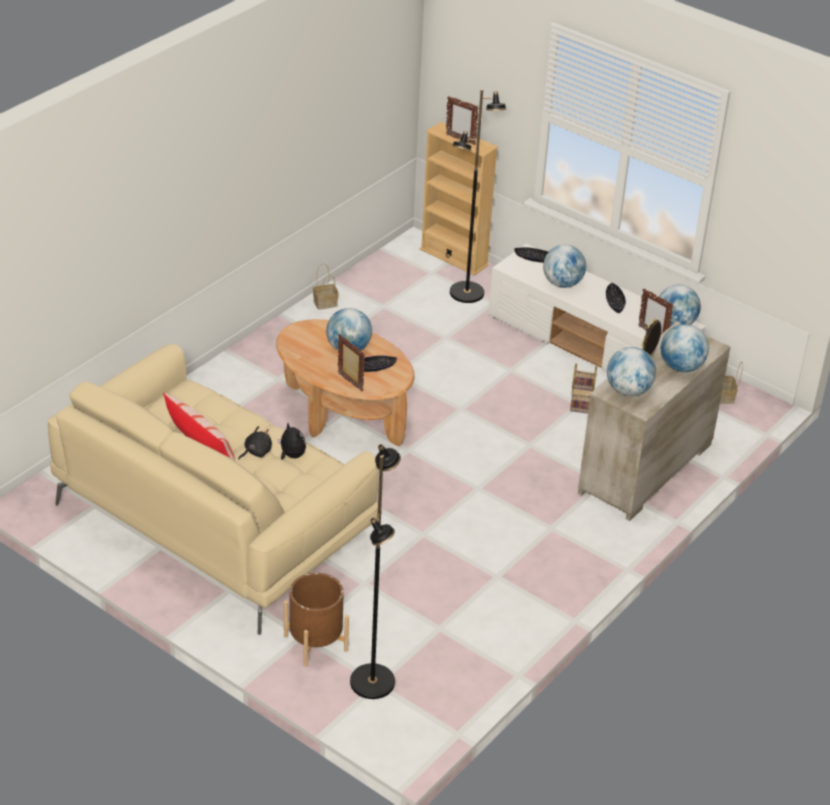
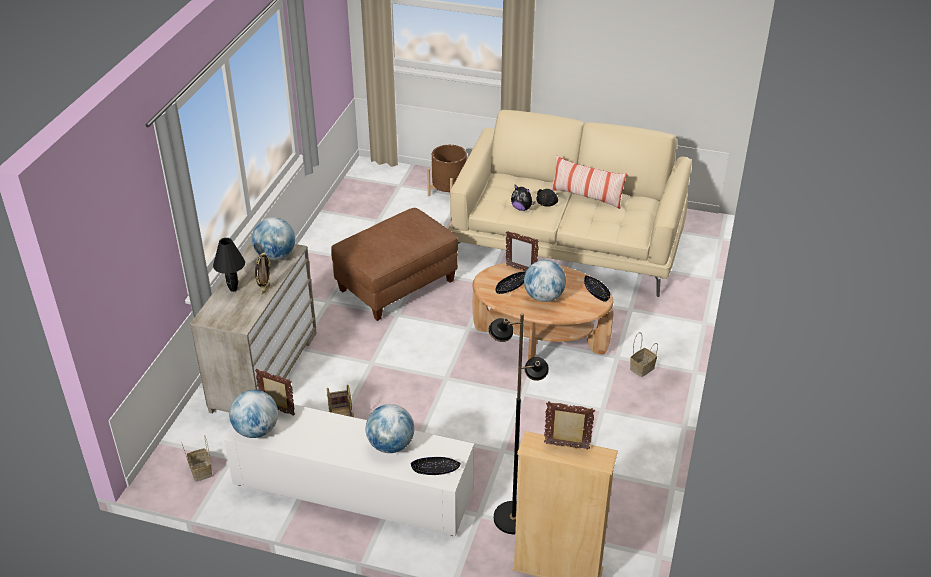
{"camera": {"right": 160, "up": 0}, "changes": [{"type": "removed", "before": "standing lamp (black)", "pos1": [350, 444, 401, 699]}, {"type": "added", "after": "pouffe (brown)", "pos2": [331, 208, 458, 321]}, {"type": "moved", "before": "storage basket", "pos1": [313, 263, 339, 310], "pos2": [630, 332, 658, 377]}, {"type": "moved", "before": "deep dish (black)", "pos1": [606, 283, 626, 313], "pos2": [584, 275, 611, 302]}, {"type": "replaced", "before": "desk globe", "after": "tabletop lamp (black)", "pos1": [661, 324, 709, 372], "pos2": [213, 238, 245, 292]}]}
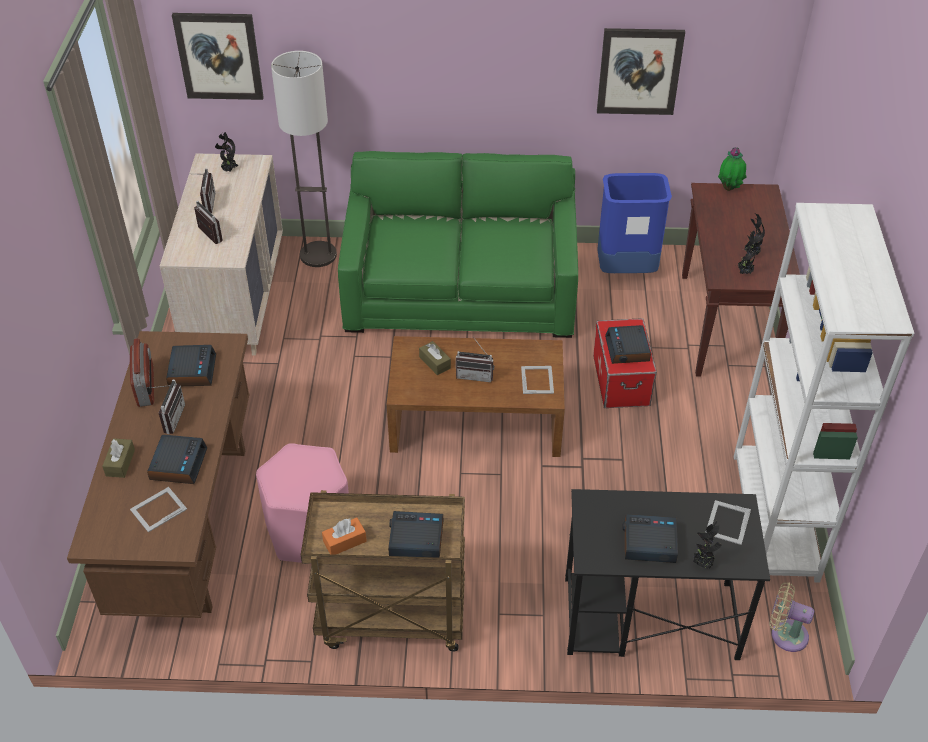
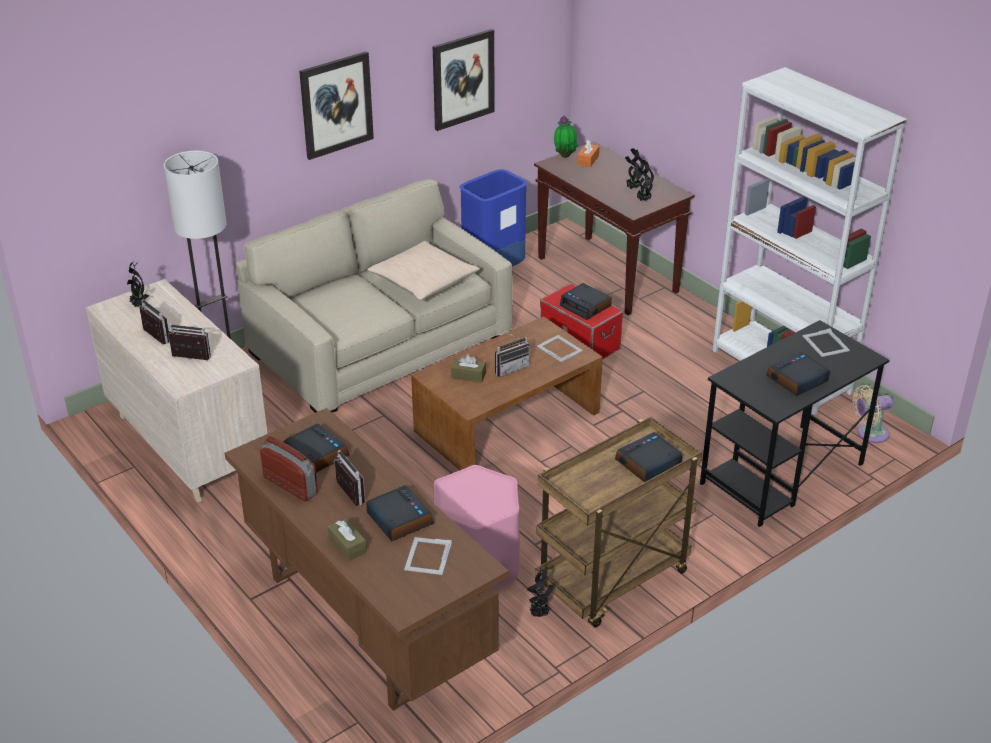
{"camera": {"right": -40, "up": -10}, "changes": [{"type": "added", "after": "pillow (beige-coloured)", "pos2": [367, 241, 480, 300]}, {"type": "moved", "before": "wall picture", "pos1": [172, 13, 264, 100], "pos2": [299, 51, 374, 160]}, {"type": "moved", "before": "tissue holder (orangey)", "pos1": [322, 517, 367, 555], "pos2": [577, 140, 600, 167]}, {"type": "moved", "before": "houseplant", "pos1": [693, 521, 722, 568], "pos2": [527, 568, 554, 617]}, {"type": "recoloured", "before": "settee (green)", "after": "settee (beige-coloured)", "pos1": [338, 151, 578, 338], "pos2": [235, 179, 513, 413]}]}
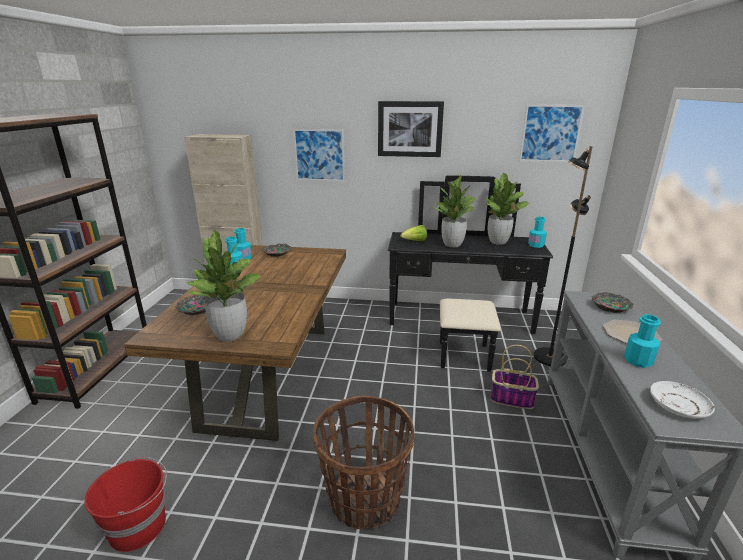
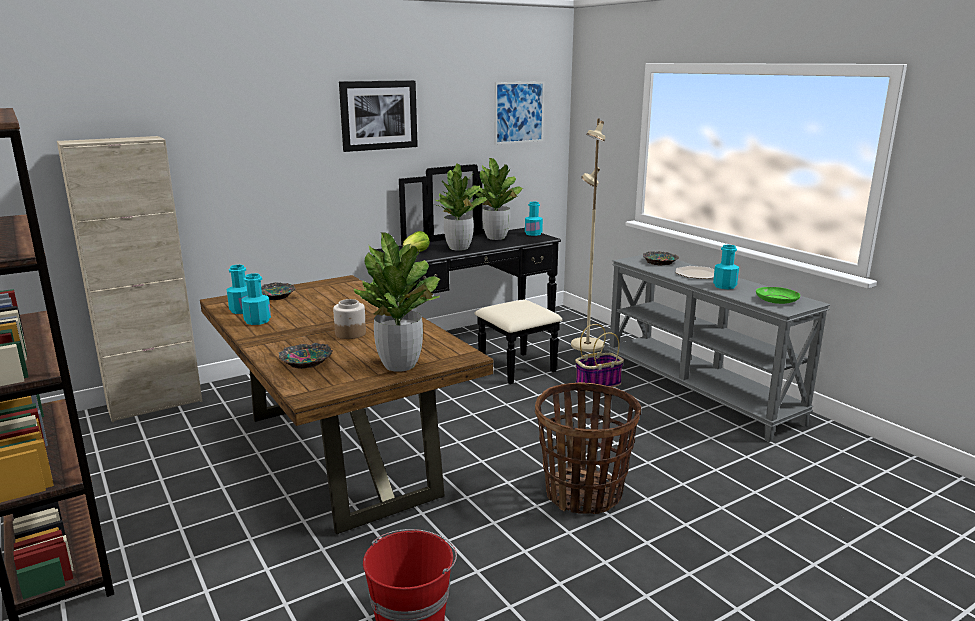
{"camera": {"right": -40, "up": -5}, "changes": [{"type": "removed", "before": "wall picture", "pos1": [293, 129, 345, 181]}, {"type": "added", "after": "storage jar", "pos2": [333, 299, 366, 339]}, {"type": "recoloured", "before": "standing lamp (black)", "after": "standing lamp (beige-coloured)", "pos1": [534, 146, 593, 366], "pos2": [571, 119, 606, 352]}, {"type": "recoloured", "before": "plate (white)", "after": "plate (green)", "pos1": [650, 381, 715, 419], "pos2": [756, 287, 800, 304]}]}
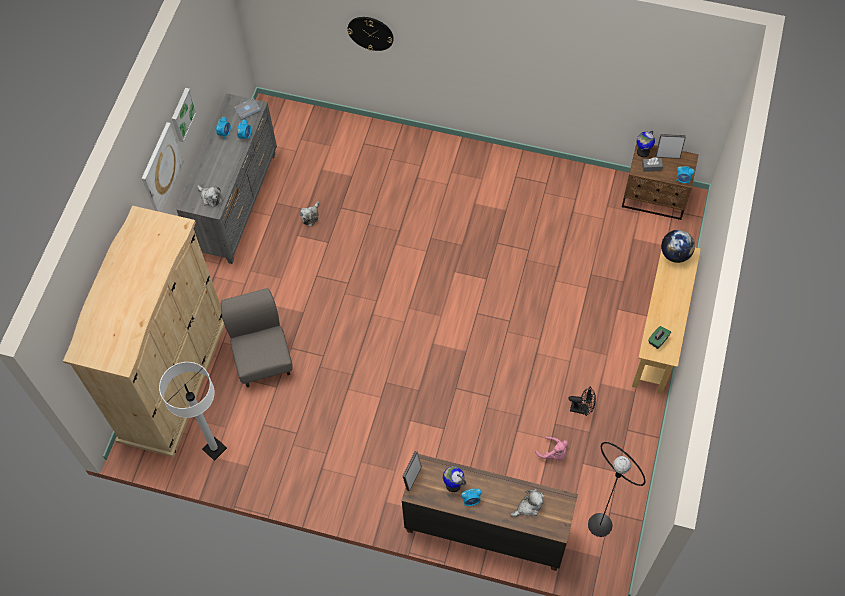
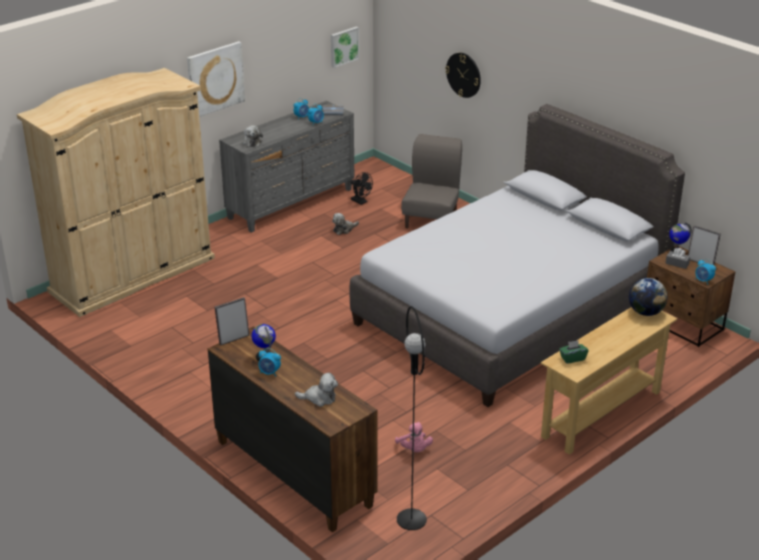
{"camera": {"right": 30, "up": -30}, "changes": [{"type": "removed", "before": "standing lamp (white)", "pos1": [159, 362, 227, 461]}, {"type": "added", "after": "bed (gray)", "pos2": [350, 104, 685, 407]}, {"type": "moved", "before": "wall picture", "pos1": [172, 88, 197, 142], "pos2": [331, 27, 359, 68]}, {"type": "moved", "before": "upright chair (gray)", "pos1": [221, 288, 293, 387], "pos2": [401, 134, 462, 228]}, {"type": "moved", "before": "cooling fan (black)", "pos1": [568, 387, 596, 416], "pos2": [351, 172, 373, 205]}]}
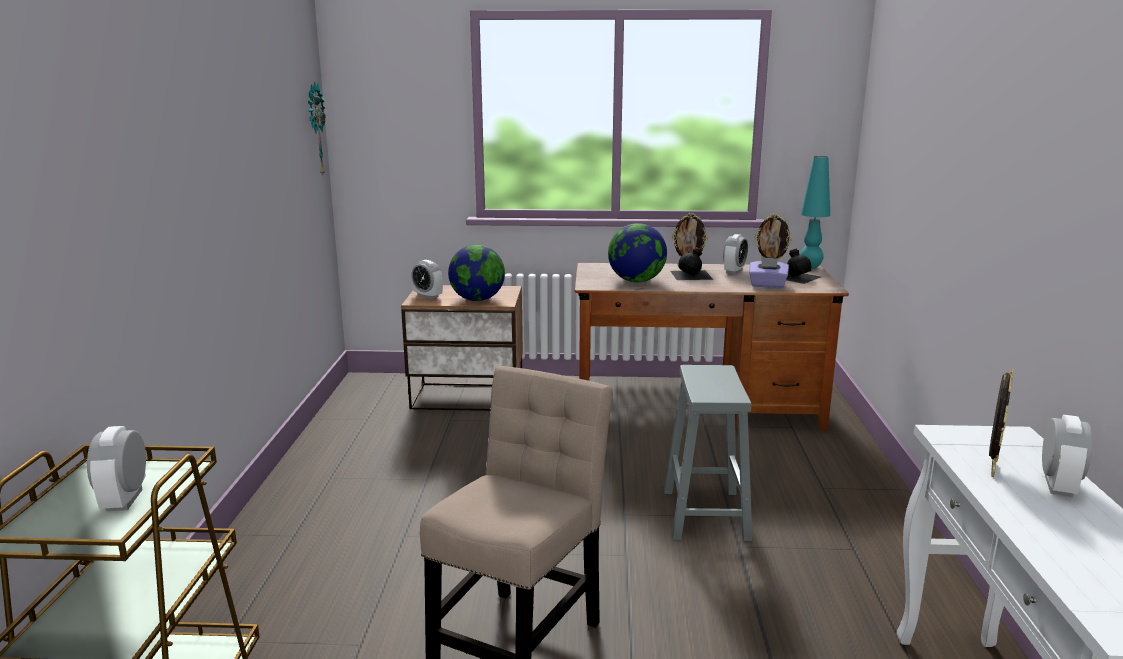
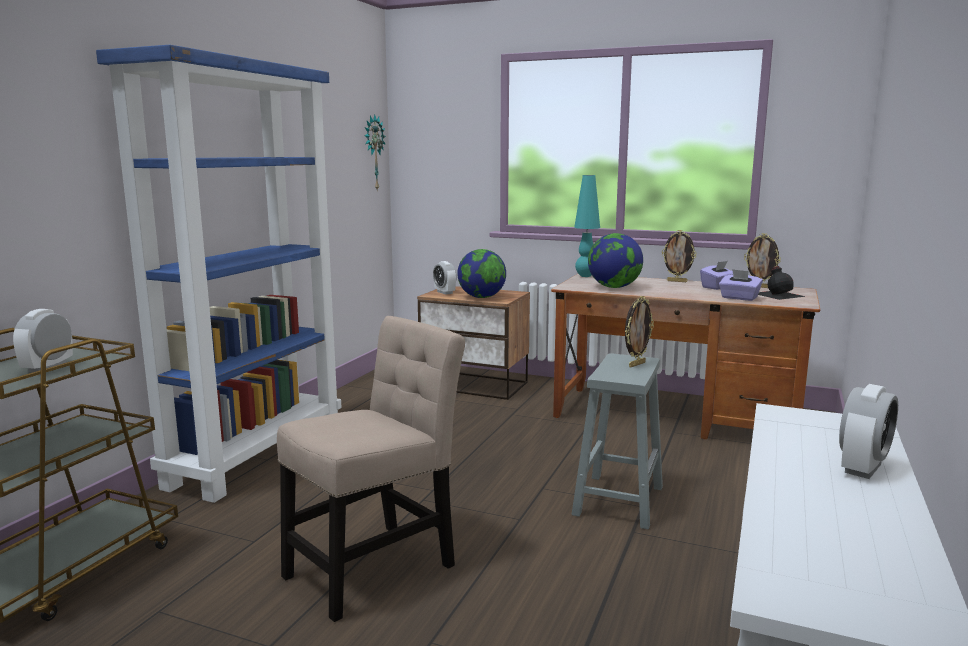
{"camera": {"right": 20, "up": -5}, "changes": [{"type": "removed", "before": "drink bottle (black)", "pos1": [670, 247, 713, 280]}, {"type": "added", "after": "bookcase (blue)", "pos2": [96, 45, 341, 503]}, {"type": "moved", "before": "tabletop lamp (blue-green)", "pos1": [800, 156, 830, 269], "pos2": [574, 175, 600, 277]}, {"type": "moved", "before": "standing frame", "pos1": [989, 370, 1013, 477], "pos2": [625, 296, 654, 368]}, {"type": "replaced", "before": "alarm clock", "after": "tissue holder (purple)", "pos1": [723, 234, 748, 275], "pos2": [700, 261, 733, 290]}]}
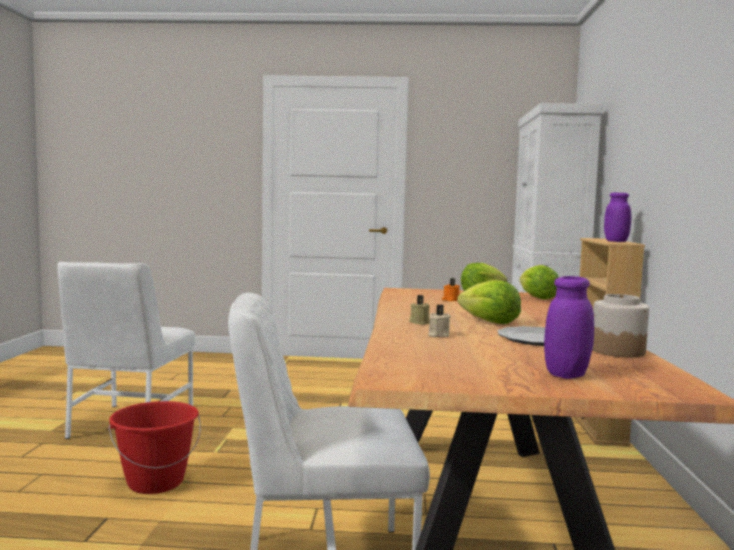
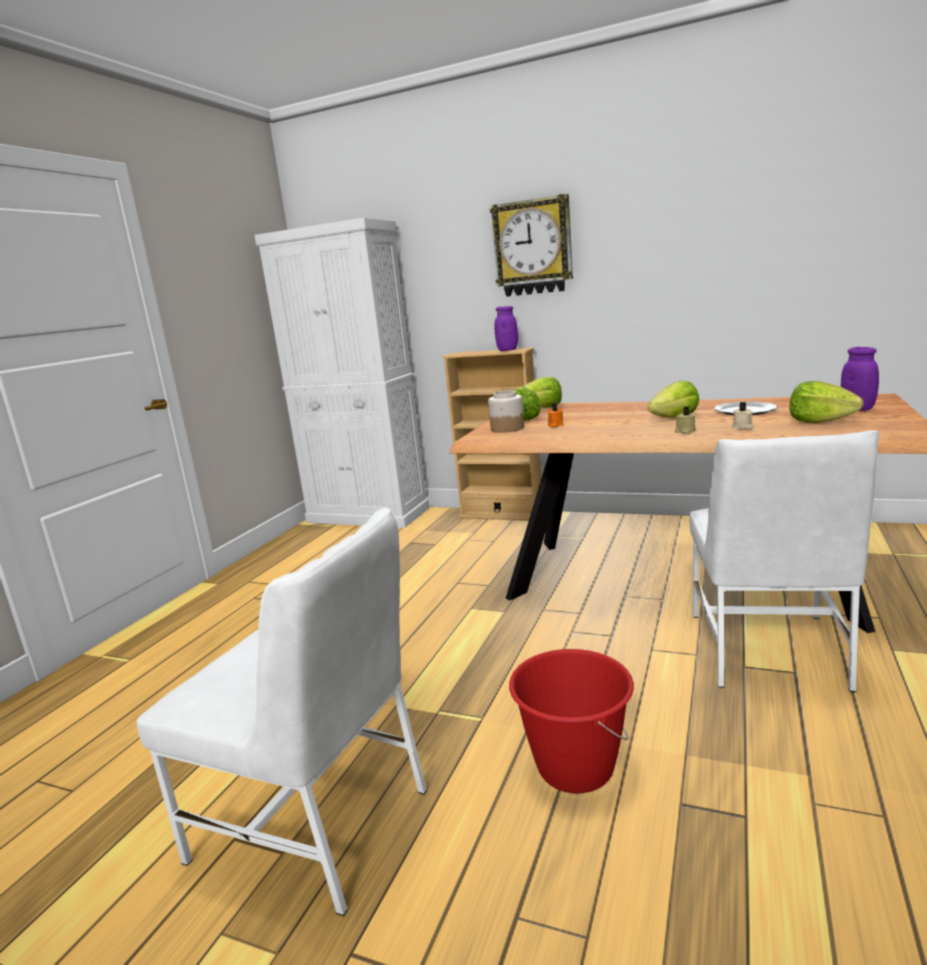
{"camera": {"right": -70, "up": 10}, "changes": [{"type": "added", "after": "hanging clock", "pos2": [490, 194, 573, 297]}, {"type": "added", "after": "head of lettuce", "pos2": [789, 381, 863, 423]}, {"type": "moved", "before": "storage jar", "pos1": [593, 294, 649, 357], "pos2": [488, 391, 524, 433]}]}
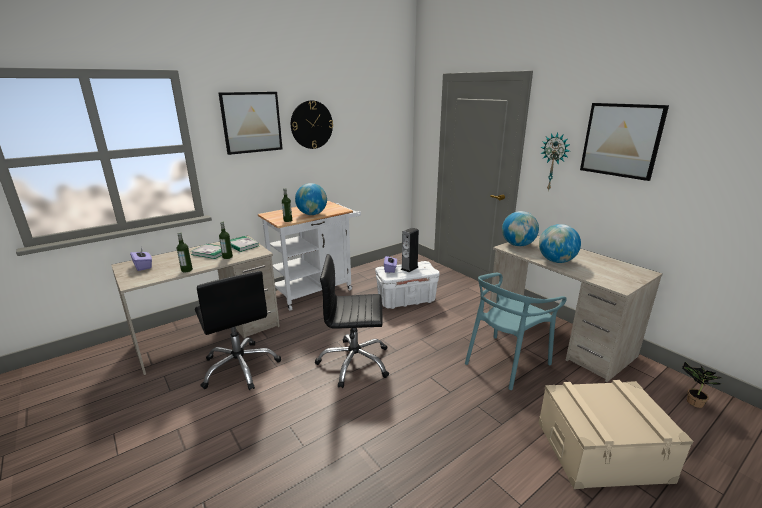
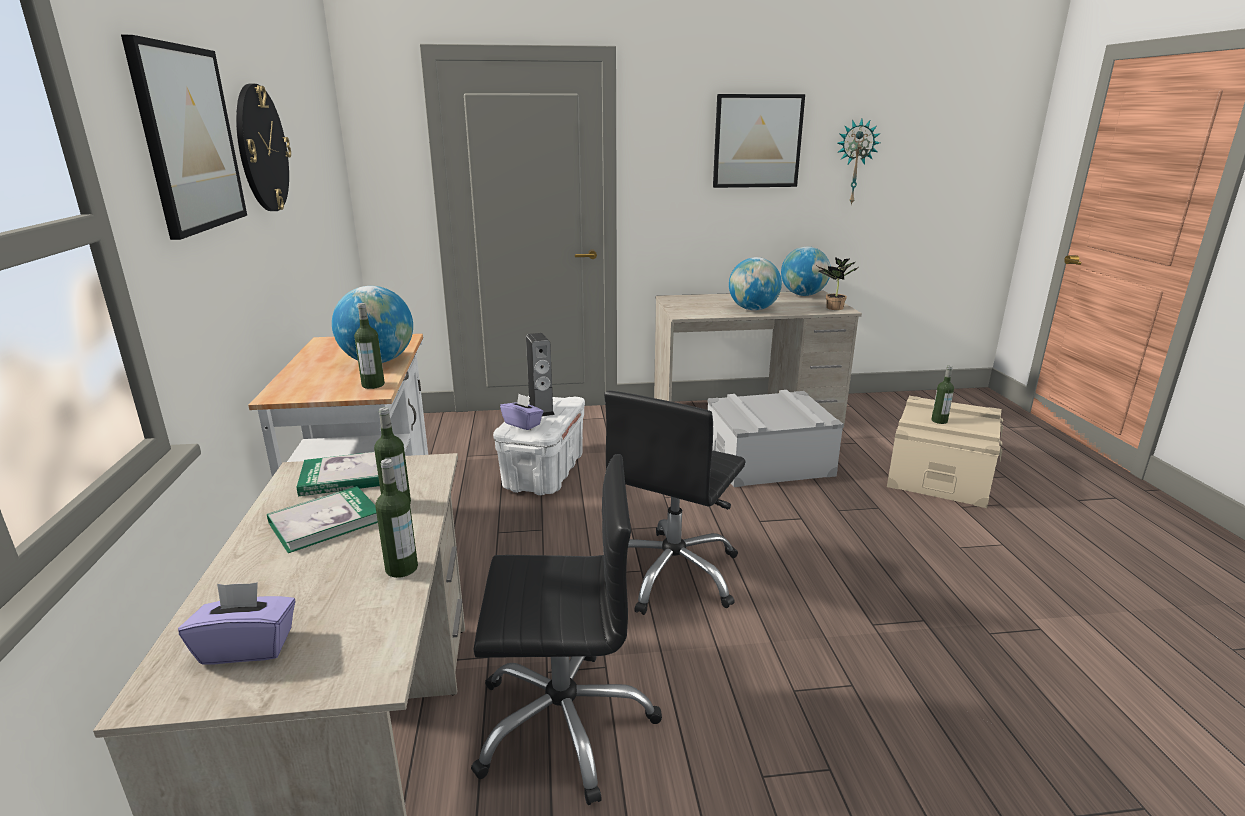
{"camera": {"right": -60, "up": 0}, "changes": [{"type": "added", "after": "drink bottle", "pos2": [931, 366, 954, 424]}, {"type": "moved", "before": "desk globe", "pos1": [502, 211, 539, 246], "pos2": [781, 246, 830, 296]}, {"type": "moved", "before": "hanging clock", "pos1": [540, 132, 570, 191], "pos2": [837, 119, 881, 205]}, {"type": "moved", "before": "houseplant", "pos1": [682, 362, 722, 408], "pos2": [817, 257, 858, 310]}, {"type": "replaced", "before": "upright chair (blue-green)", "after": "storage container (gray)", "pos1": [465, 273, 567, 390], "pos2": [708, 390, 844, 487]}]}
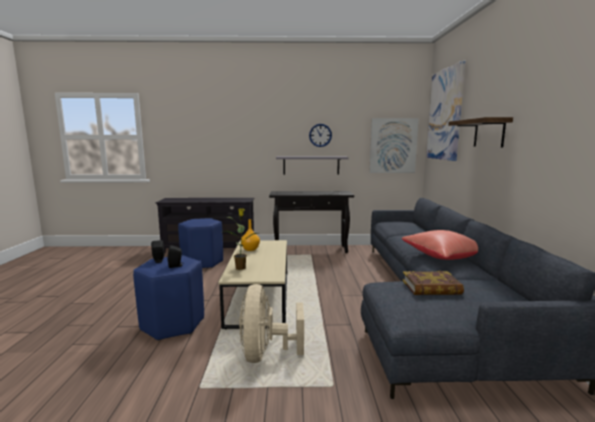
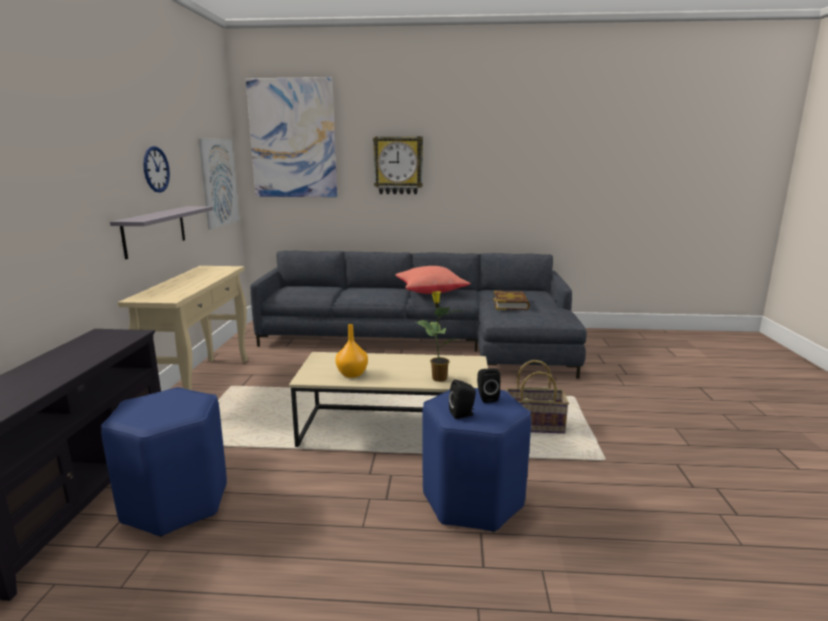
{"camera": {"right": -85, "up": 5}, "changes": [{"type": "replaced", "before": "cooling fan (beige-coloured)", "after": "storage basket", "pos1": [239, 284, 304, 363], "pos2": [506, 360, 569, 433]}, {"type": "replaced", "before": "shelf", "after": "hanging clock", "pos1": [448, 117, 513, 148], "pos2": [373, 136, 423, 194]}, {"type": "recoloured", "before": "narrow table (black)", "after": "narrow table (beige-coloured)", "pos1": [269, 191, 354, 253], "pos2": [118, 266, 248, 390]}]}
